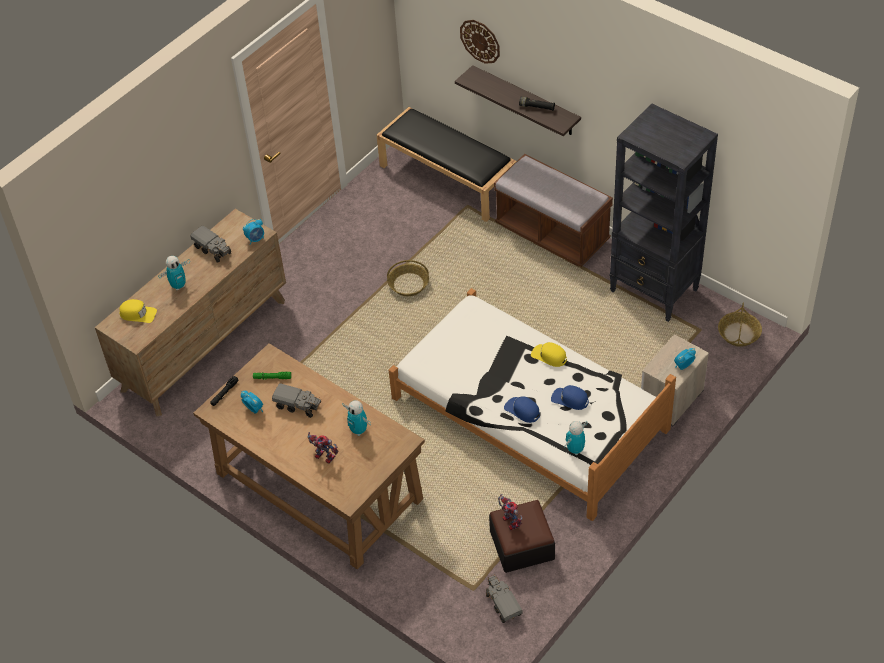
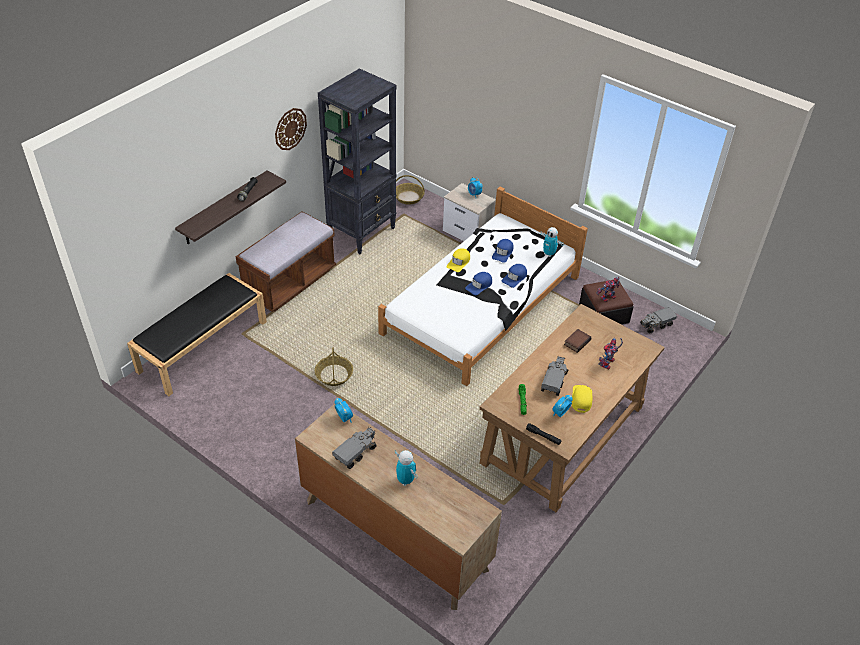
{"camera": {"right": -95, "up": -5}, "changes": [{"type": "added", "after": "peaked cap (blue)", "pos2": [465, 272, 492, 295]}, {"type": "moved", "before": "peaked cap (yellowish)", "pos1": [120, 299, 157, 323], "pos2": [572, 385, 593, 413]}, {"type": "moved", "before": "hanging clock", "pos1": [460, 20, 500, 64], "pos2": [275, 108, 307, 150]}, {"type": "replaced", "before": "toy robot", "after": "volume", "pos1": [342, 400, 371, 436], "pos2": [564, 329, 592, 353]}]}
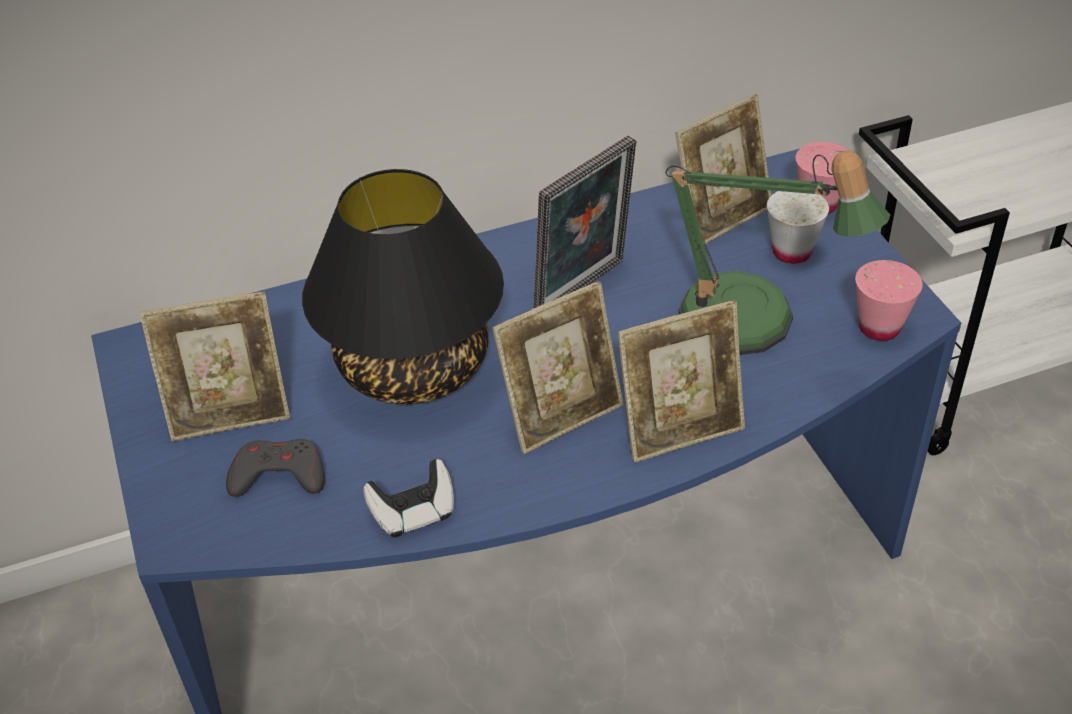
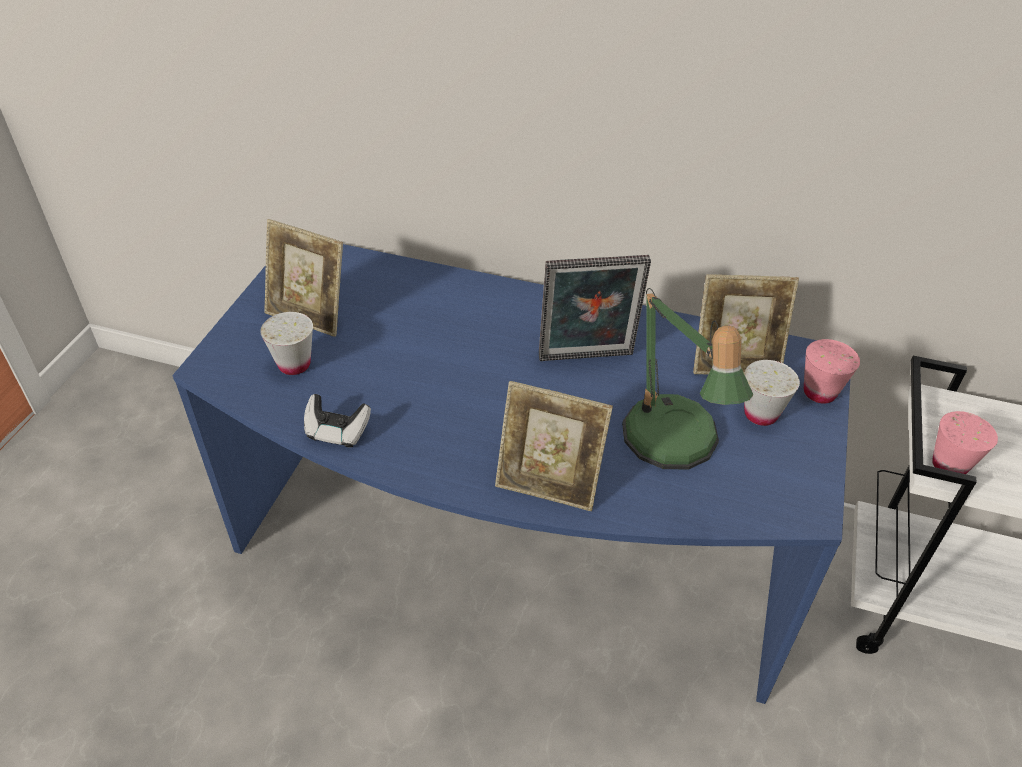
{"camera": {"right": 35, "up": 0}, "changes": [{"type": "removed", "before": "tabletop lamp (black)", "pos1": [302, 169, 504, 405]}, {"type": "removed", "before": "standing frame", "pos1": [492, 281, 624, 454]}, {"type": "moved", "before": "small cup (pinkish)", "pos1": [855, 260, 923, 341], "pos2": [932, 411, 998, 474]}, {"type": "replaced", "before": "joypad (gray)", "after": "small cup (white)", "pos1": [226, 439, 325, 497], "pos2": [260, 312, 313, 375]}]}
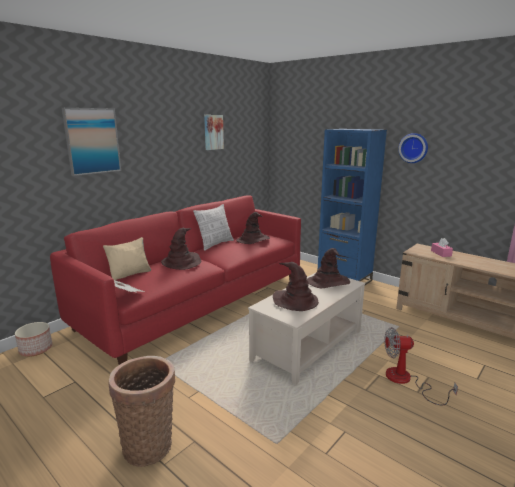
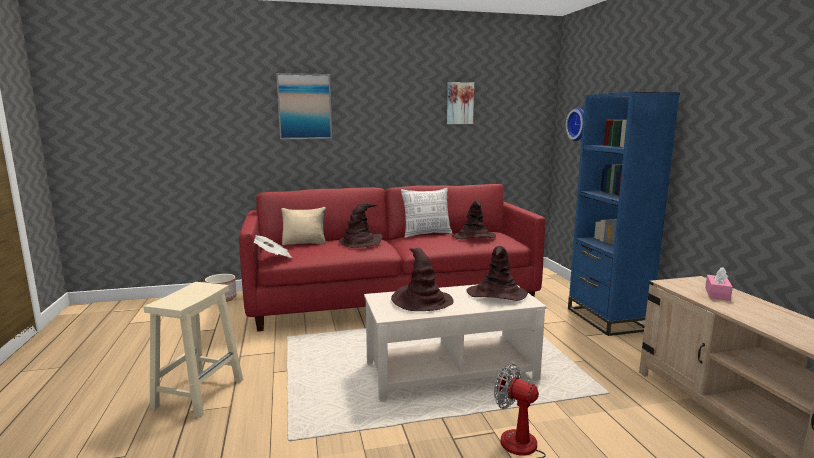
{"camera": {"right": 35, "up": -5}, "changes": [{"type": "moved", "before": "hanging clock", "pos1": [398, 133, 428, 163], "pos2": [566, 108, 584, 141]}, {"type": "replaced", "before": "storage basket", "after": "stool (beige-coloured)", "pos1": [109, 356, 175, 467], "pos2": [144, 282, 243, 418]}]}
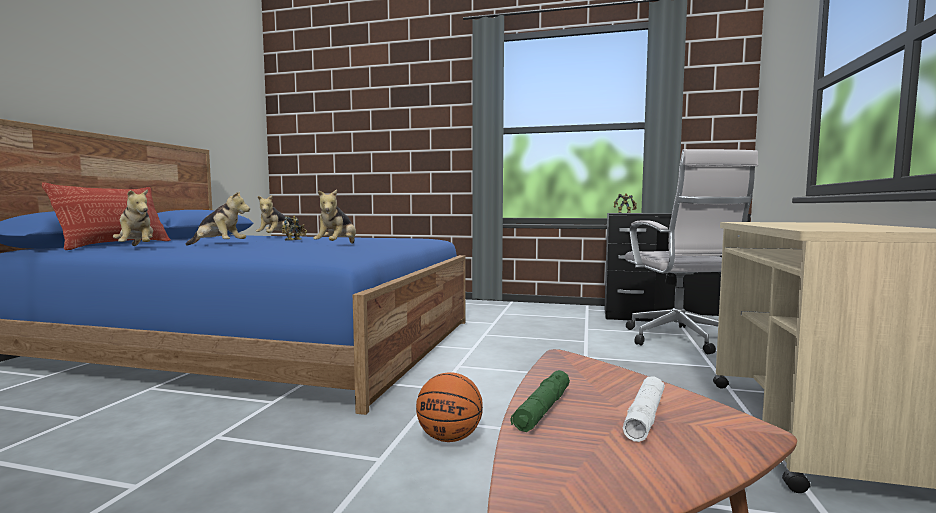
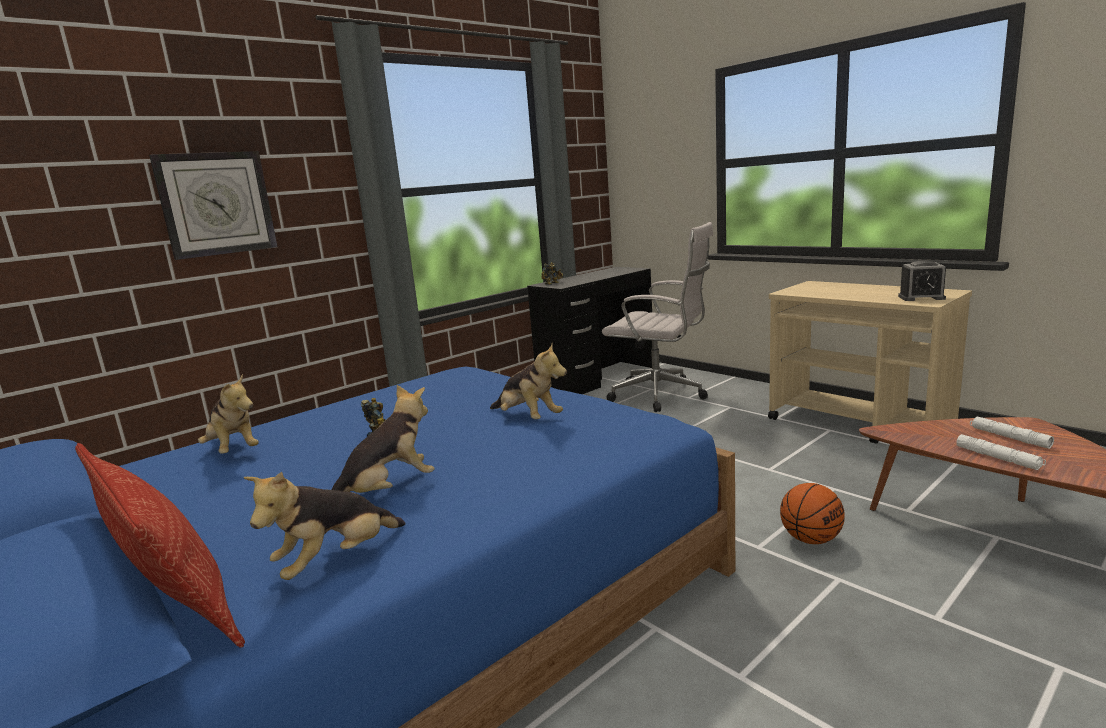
{"camera": {"right": -55, "up": 10}, "changes": [{"type": "added", "after": "hanging clock", "pos2": [149, 151, 278, 260]}, {"type": "added", "after": "alarm clock", "pos2": [898, 260, 946, 301]}, {"type": "recoloured", "before": "flashlight (green)", "after": "flashlight (white)", "pos1": [510, 370, 570, 432], "pos2": [956, 434, 1046, 470]}, {"type": "turned", "before": "cuddly toy", "pos1": [113, 189, 153, 246], "pos2": [244, 472, 405, 580], "turn": 135}]}
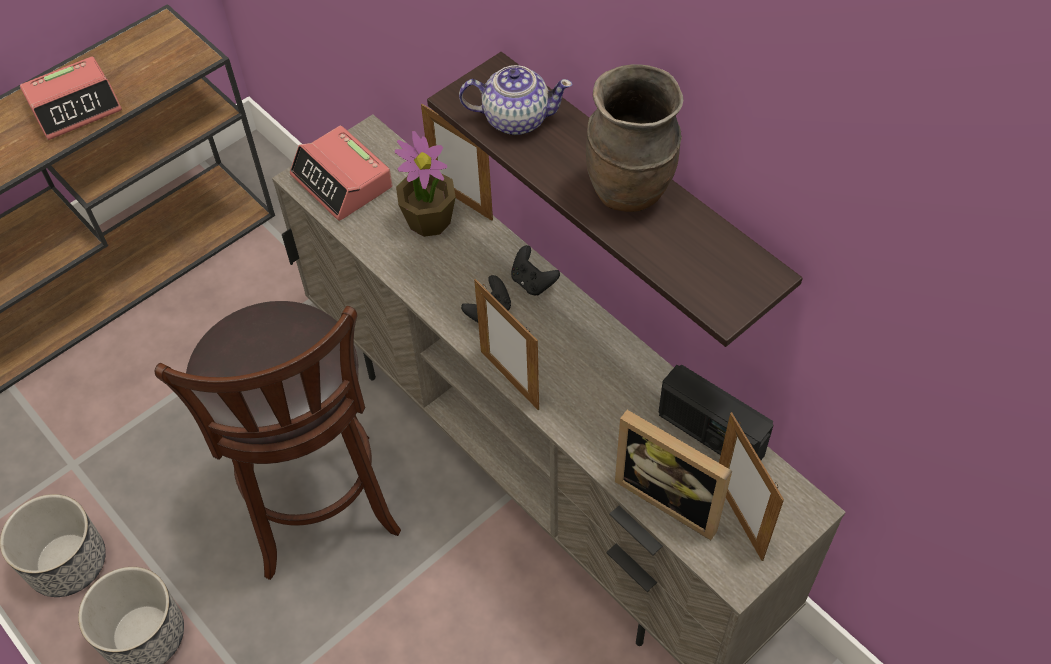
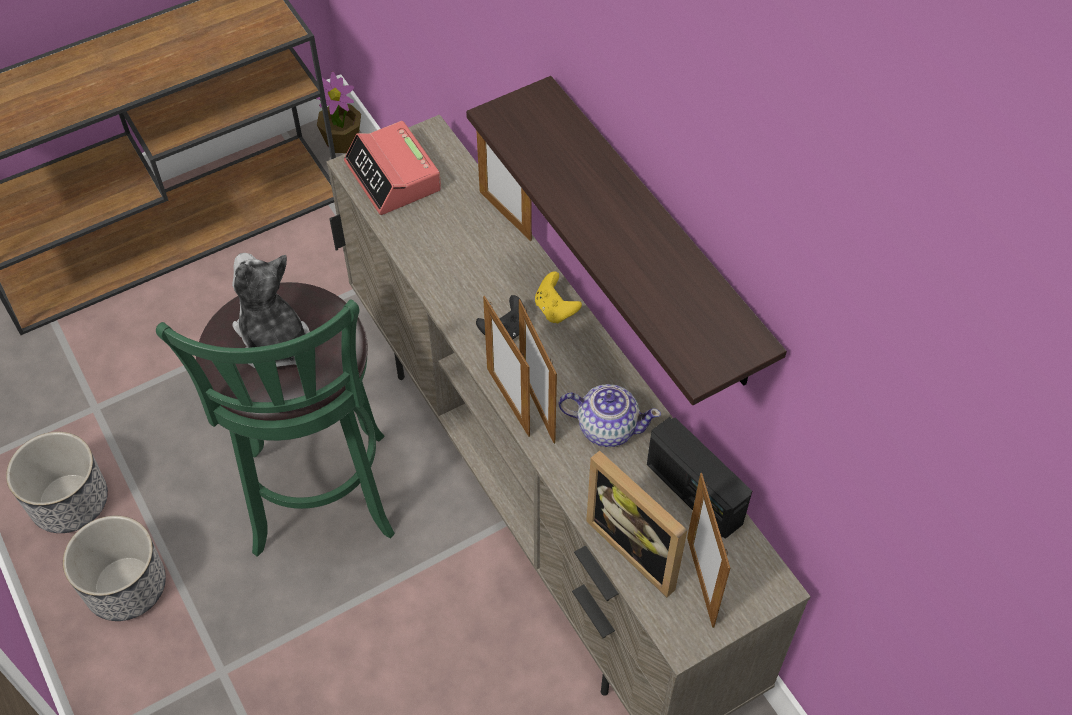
{"camera": {"right": 10, "up": 0}, "changes": [{"type": "removed", "before": "alarm clock", "pos1": [20, 57, 122, 140]}, {"type": "removed", "before": "vase (brown)", "pos1": [586, 64, 683, 212]}, {"type": "added", "after": "cuddly toy", "pos2": [232, 253, 310, 368]}, {"type": "added", "after": "standing frame", "pos2": [519, 299, 557, 444]}, {"type": "moved", "before": "houseplant", "pos1": [395, 131, 456, 237], "pos2": [316, 72, 361, 153]}, {"type": "moved", "before": "teapot", "pos1": [459, 65, 573, 135], "pos2": [559, 384, 661, 447]}, {"type": "recoloured", "before": "stool (brown)", "after": "stool (green)", "pos1": [155, 301, 401, 580], "pos2": [156, 282, 395, 557]}, {"type": "recoloured", "before": "joypad (black)", "after": "joypad (yellowish)", "pos1": [511, 245, 560, 295], "pos2": [535, 271, 582, 324]}]}
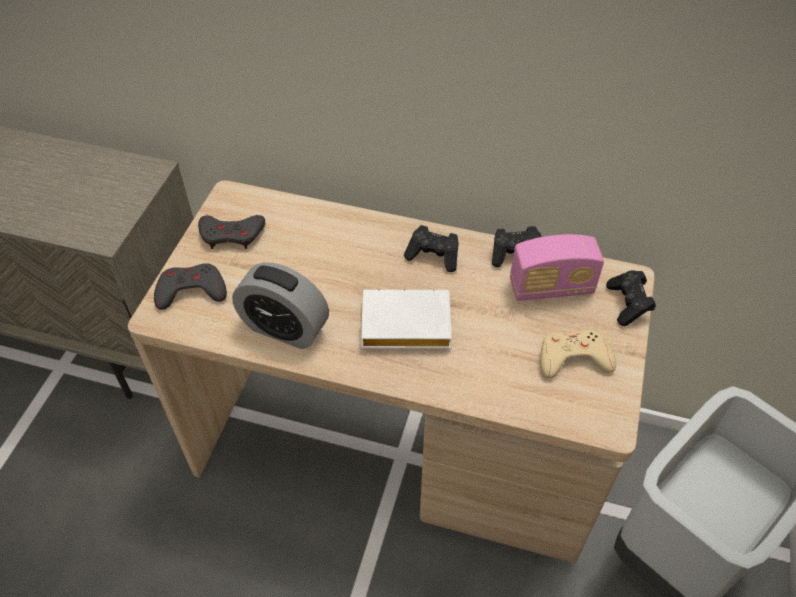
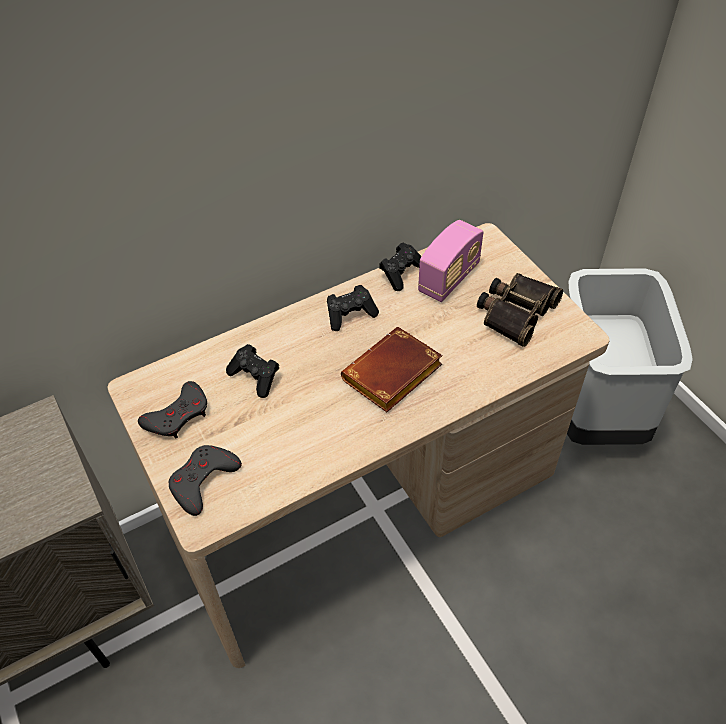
{"camera": {"right": -45, "up": 0}, "changes": [{"type": "removed", "before": "alarm clock", "pos1": [232, 262, 329, 349]}, {"type": "moved", "before": "joypad (black)", "pos1": [606, 270, 656, 326], "pos2": [226, 344, 279, 398]}, {"type": "replaced", "before": "joypad (beige-coloured)", "after": "binoculars", "pos1": [540, 330, 616, 379], "pos2": [477, 273, 563, 347]}, {"type": "recoloured", "before": "volume (white)", "after": "volume (brown)", "pos1": [361, 289, 452, 348], "pos2": [341, 327, 443, 412]}]}
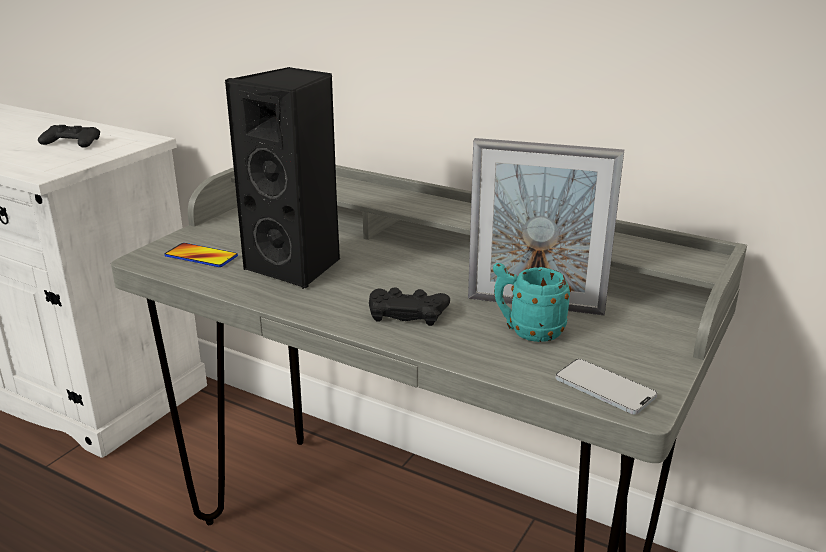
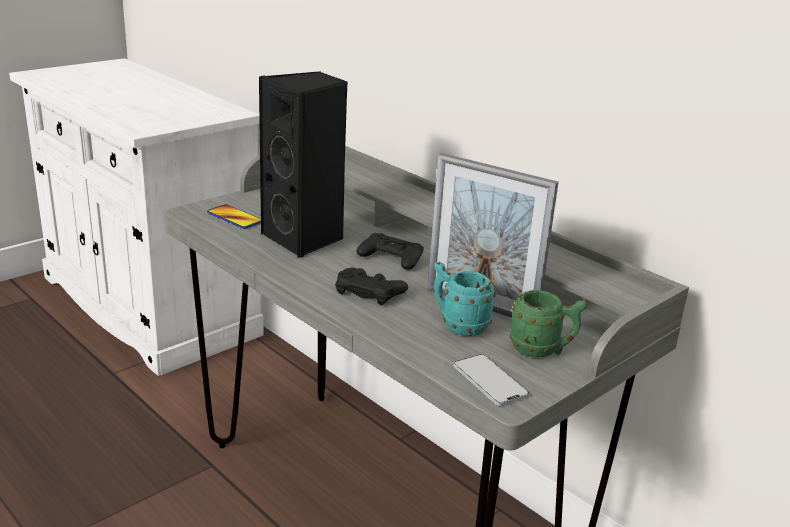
{"camera": {"right": 15, "up": 0}, "changes": [{"type": "added", "after": "coffee mug (green)", "pos2": [509, 290, 587, 357]}, {"type": "moved", "before": "joypad (black)", "pos1": [38, 125, 100, 148], "pos2": [356, 233, 424, 270]}]}
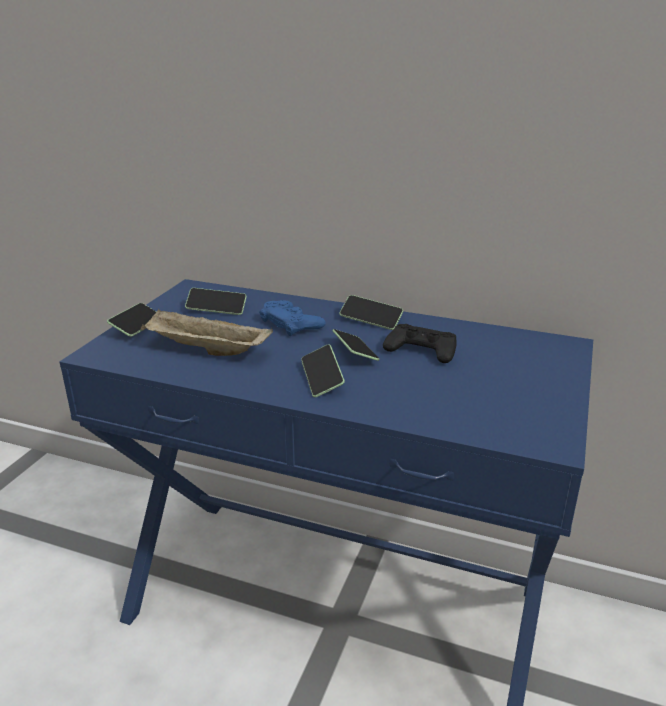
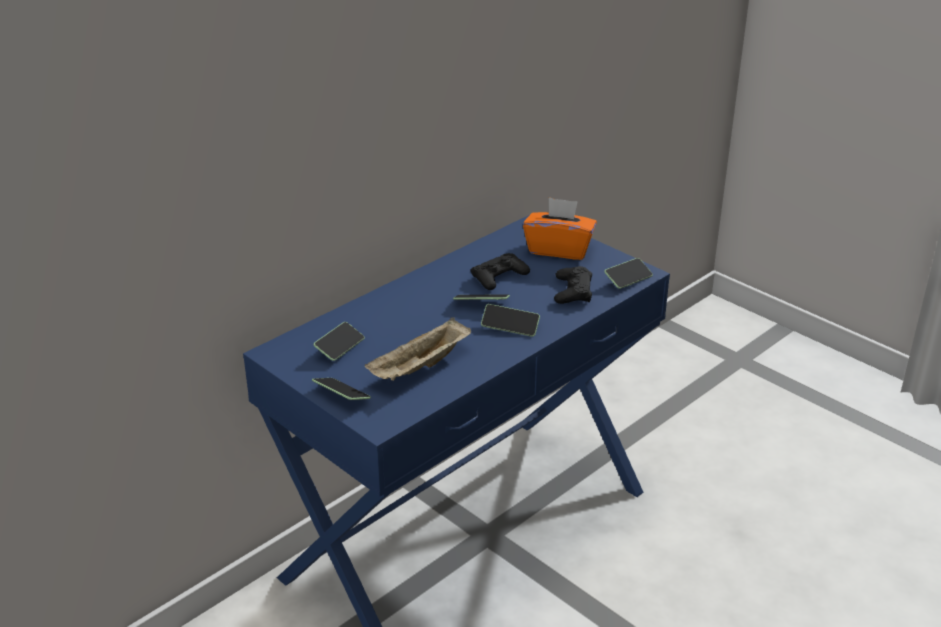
{"camera": {"right": -65, "up": 5}, "changes": [{"type": "removed", "before": "joypad (blue)", "pos1": [259, 300, 326, 336]}, {"type": "added", "after": "tissue holder (orangey)", "pos2": [523, 197, 597, 260]}, {"type": "added", "after": "joypad (black)", "pos2": [554, 266, 592, 304]}, {"type": "moved", "before": "handset", "pos1": [339, 295, 403, 330], "pos2": [604, 258, 653, 289]}]}
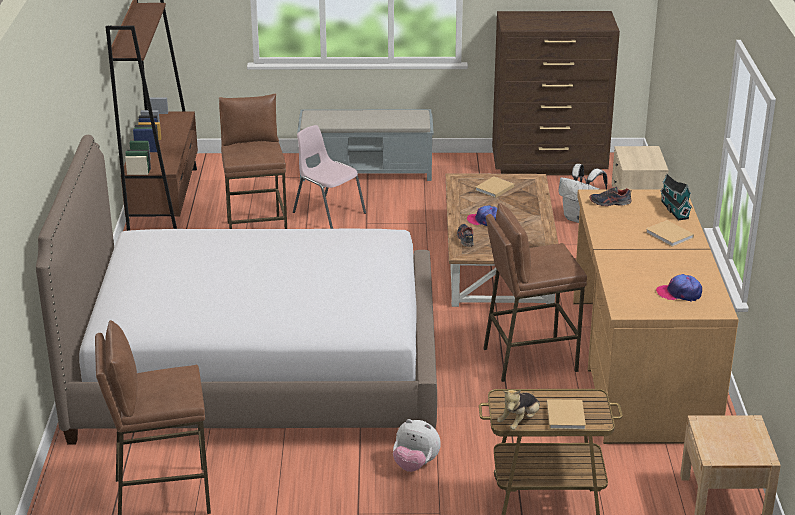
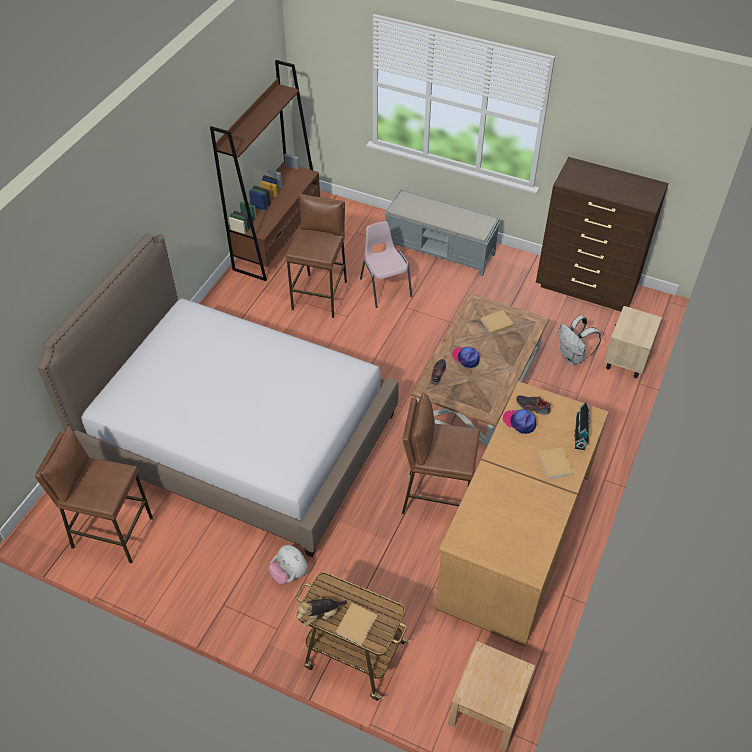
{"camera": {"right": 25, "up": 20}, "changes": [{"type": "moved", "before": "peaked cap", "pos1": [656, 274, 702, 301], "pos2": [503, 409, 536, 434]}]}
